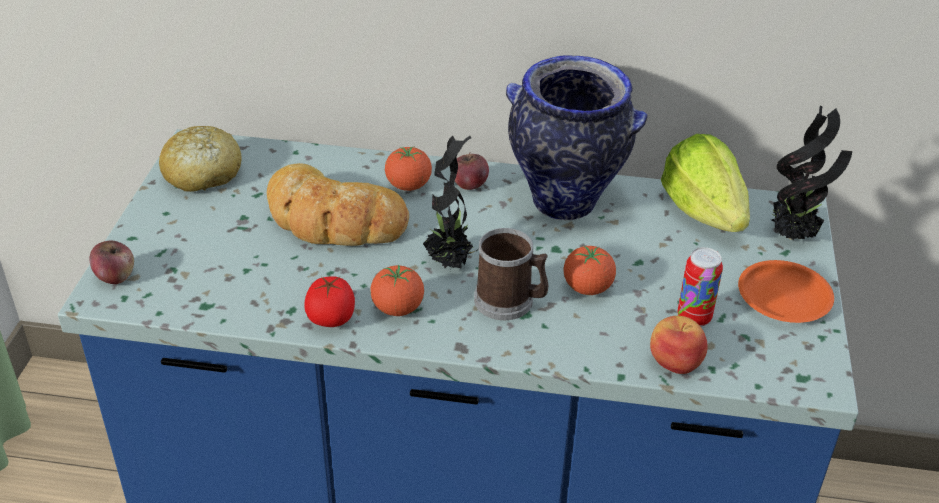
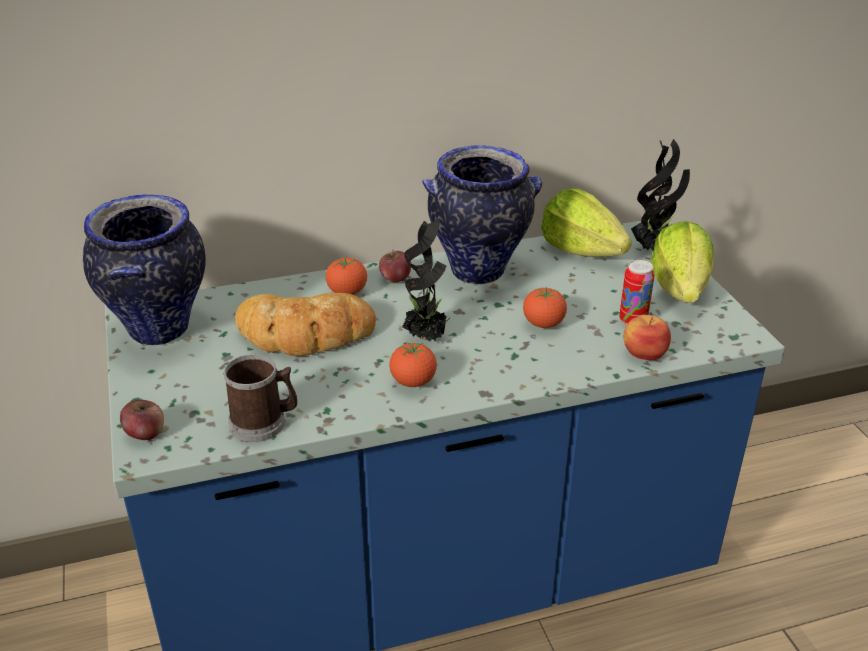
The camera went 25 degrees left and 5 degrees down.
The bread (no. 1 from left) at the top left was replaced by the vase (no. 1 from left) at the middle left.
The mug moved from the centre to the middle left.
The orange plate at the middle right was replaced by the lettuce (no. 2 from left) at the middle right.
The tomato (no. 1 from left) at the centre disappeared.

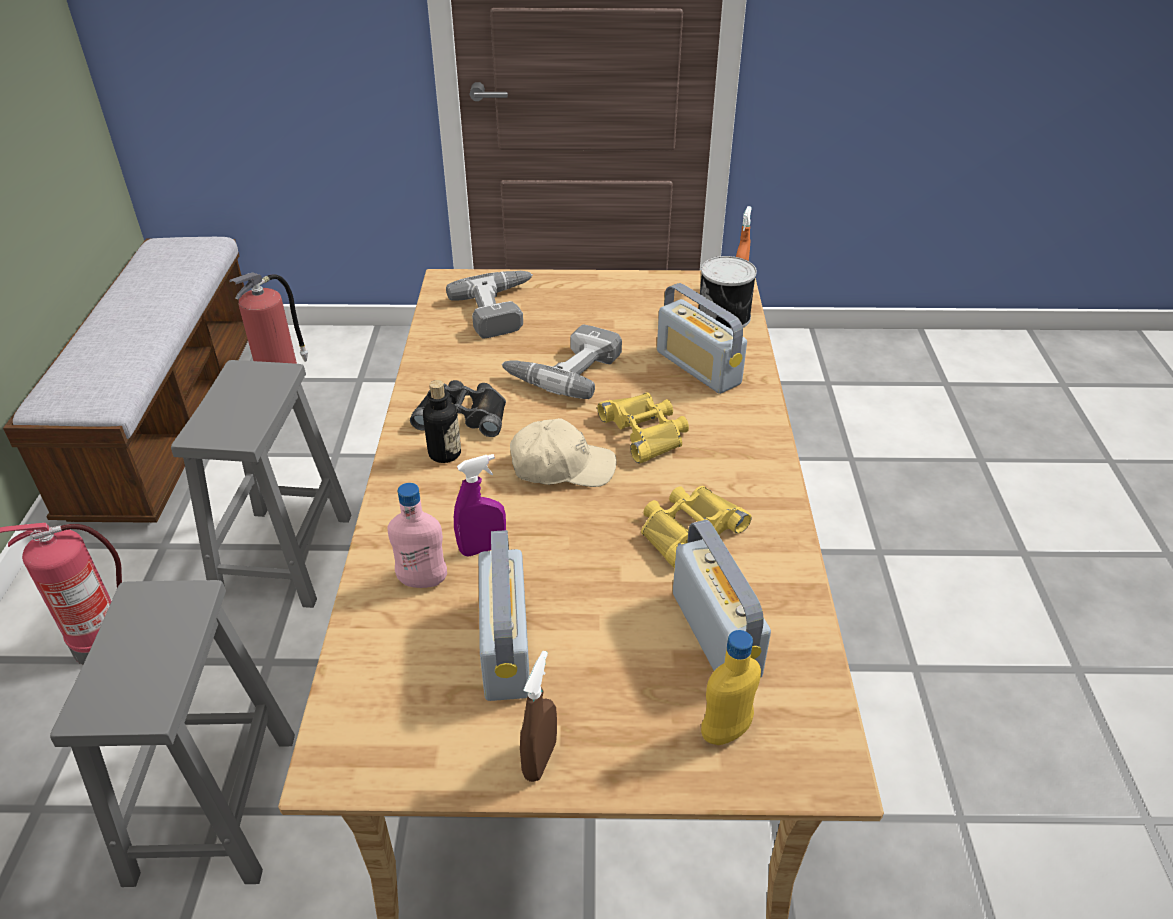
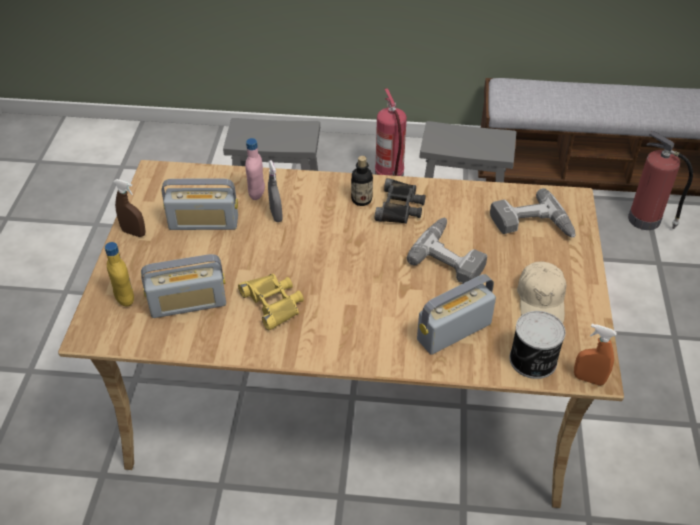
The camera went 95 degrees right and 5 degrees up.
The purple spray bottle at the centre became the grey spray bottle at the centre.
The beige cap moved from the centre to the middle right.
The yellow binoculars (no. 1 from left) at the centre disappeared.

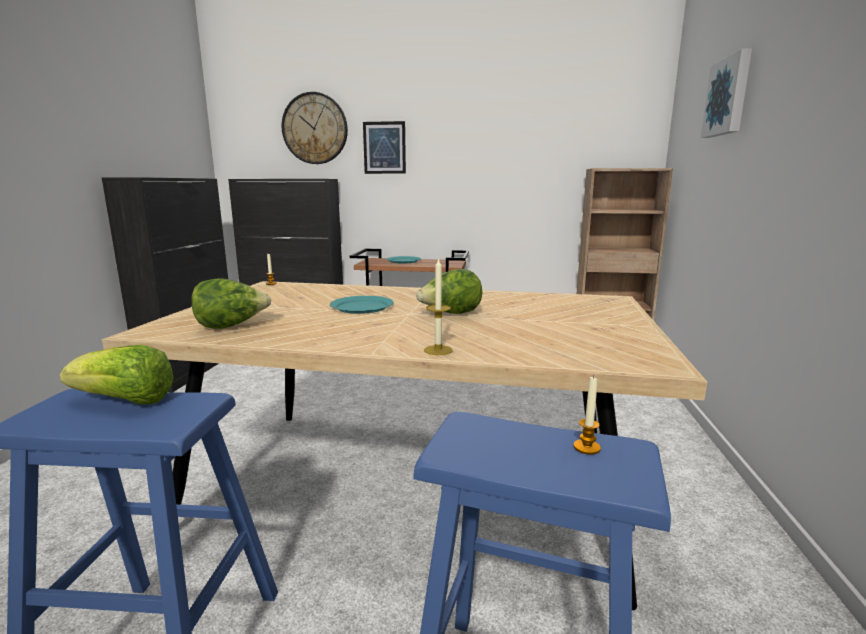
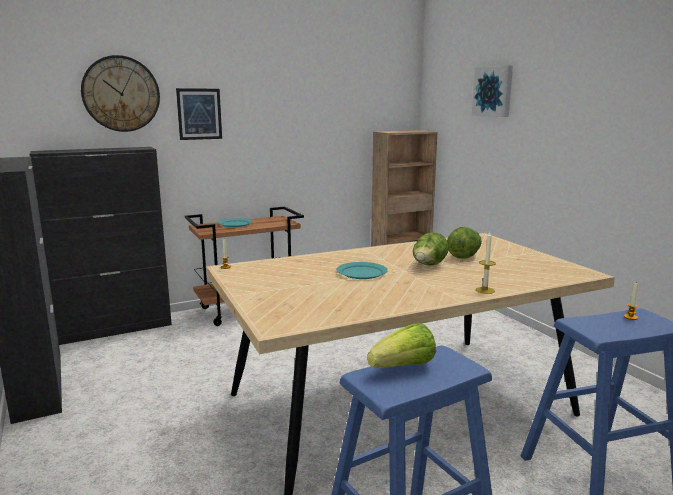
The camera went 35 degrees left and 0 degrees up.
The lettuce (no. 2 from left in the first image) moved from the middle left to the middle right.

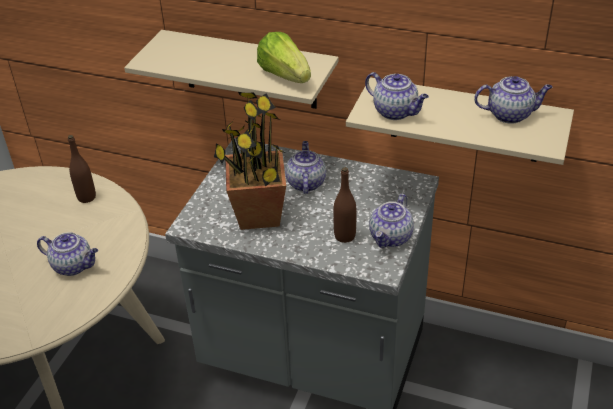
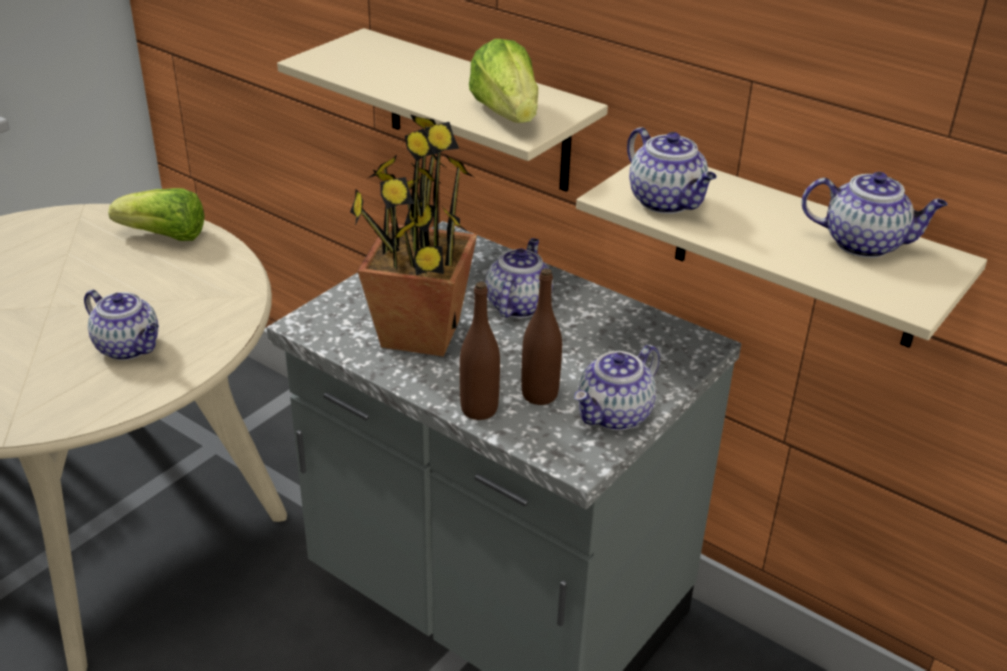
The camera went 15 degrees right and 5 degrees down.
The lettuce (no. 1 from left) at the top left appeared.
The brown bottle (no. 1 from left) moved from the middle left to the centre.

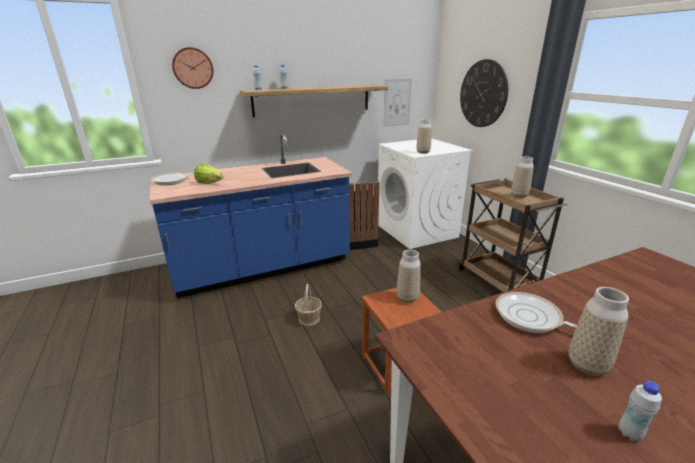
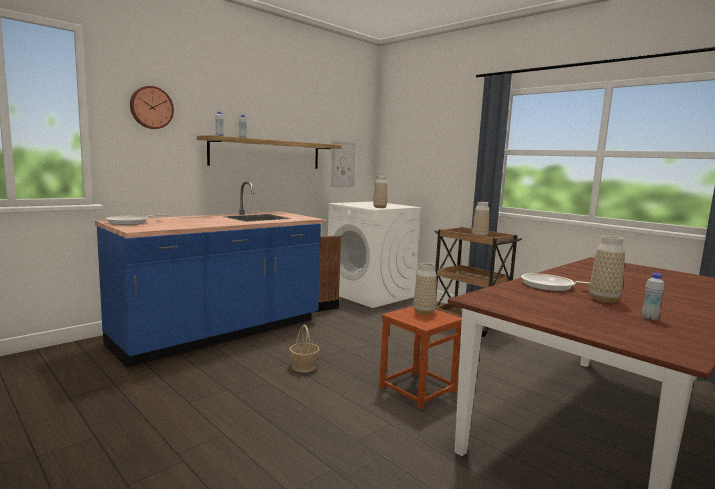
The camera went 20 degrees left and 15 degrees down.
The lettuce at the middle left disappeared.
The wall clock (no. 2 from left) at the top right disappeared.

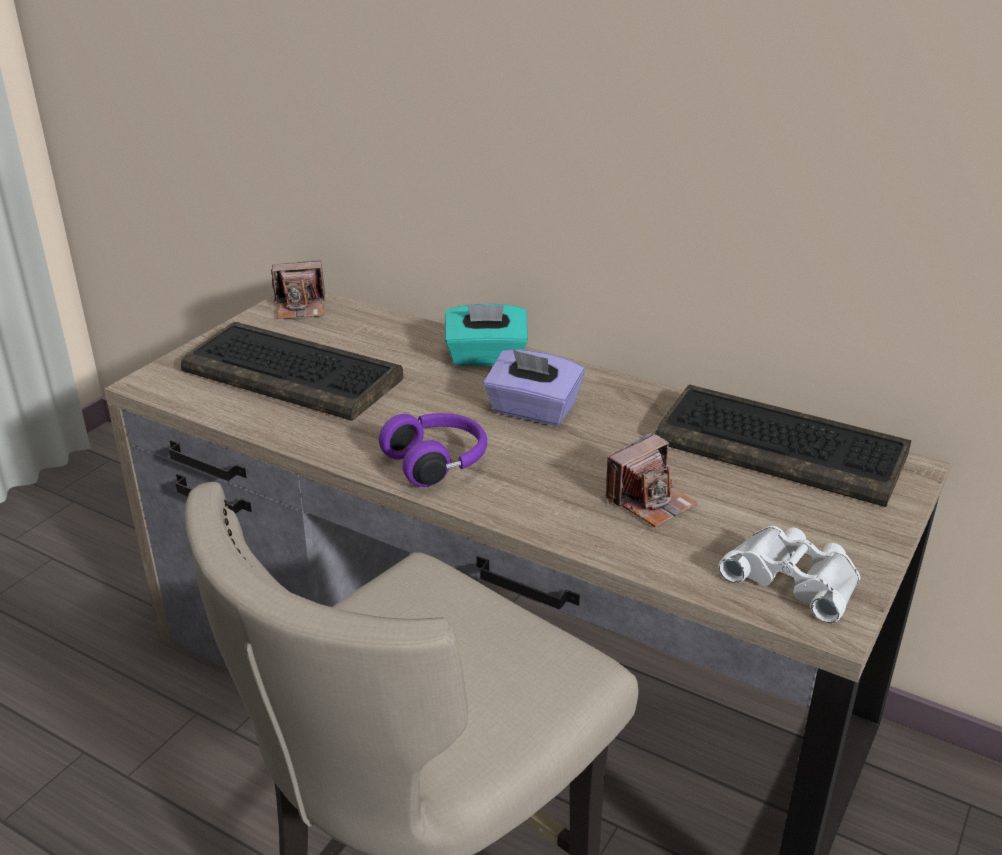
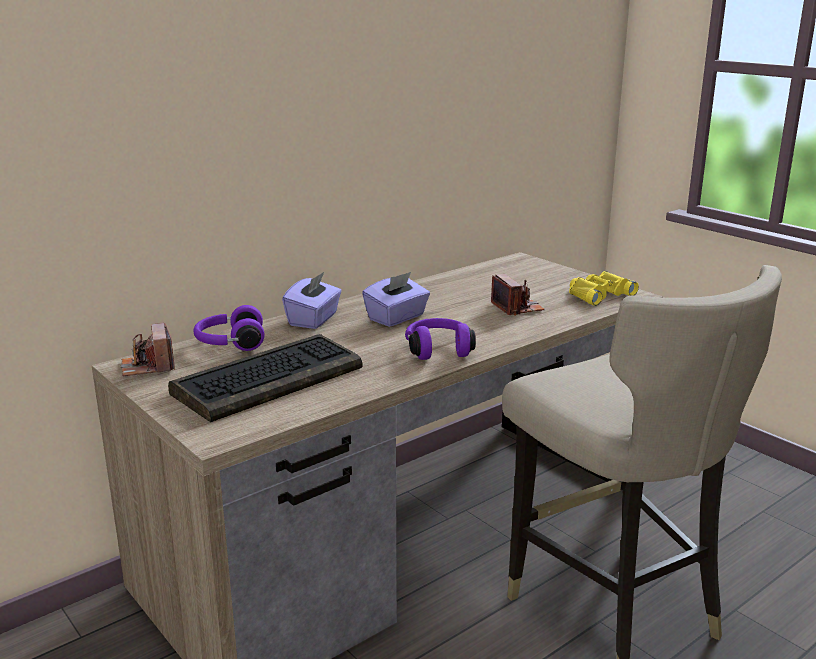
The camera went 70 degrees left and 10 degrees down.
The photo camera (no. 1 from left) at the middle left turned 150 degrees clockwise.
The purple headphones (no. 1 from left) at the middle left appeared.
The turquoise tissue box at the centre became the purple tissue box (no. 1 from left) at the centre.
The white binoculars at the bottom right became the yellow binoculars at the middle right.
The keyboard (no. 2 from left) at the middle right disappeared.

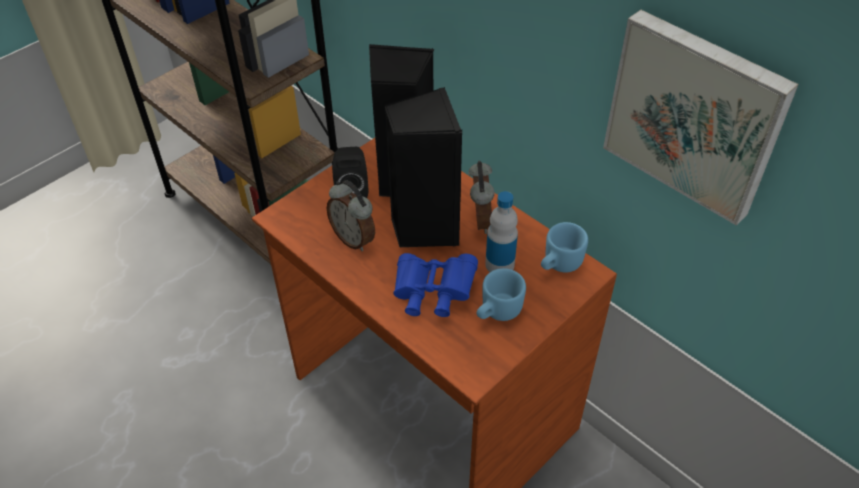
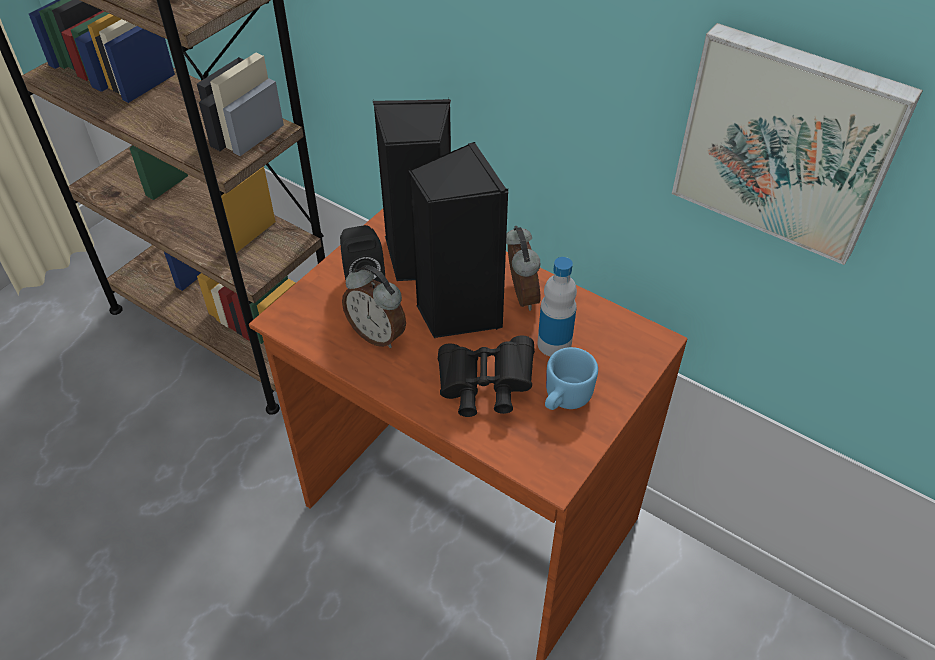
The camera went 10 degrees left and 0 degrees up.
The blue binoculars at the centre became the black binoculars at the centre.
The blue mug (no. 2 from left) at the centre disappeared.

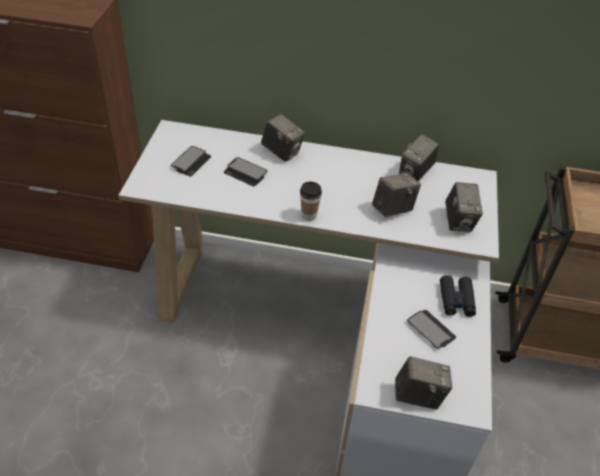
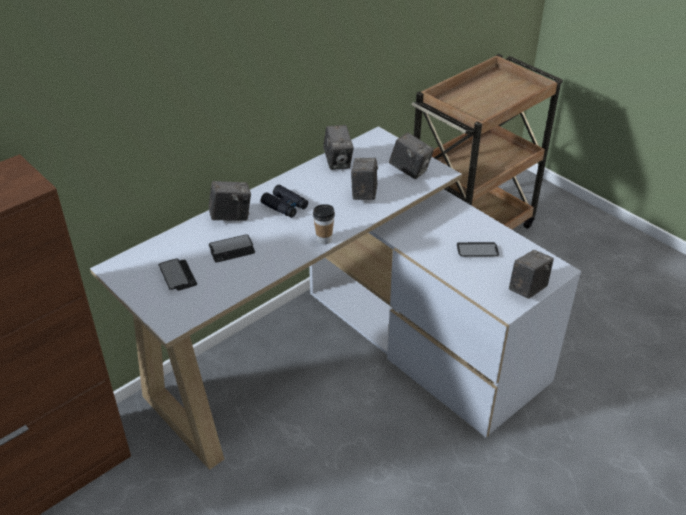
The camera went 50 degrees left and 5 degrees down.
The black binoculars moved from the middle right to the centre.

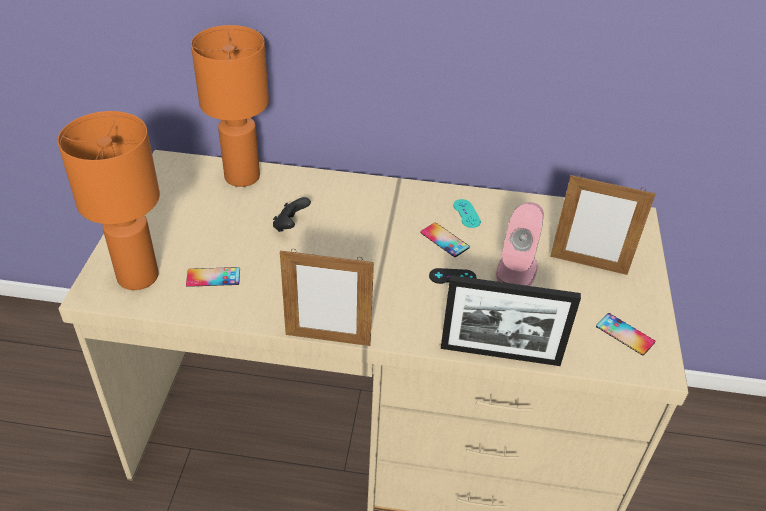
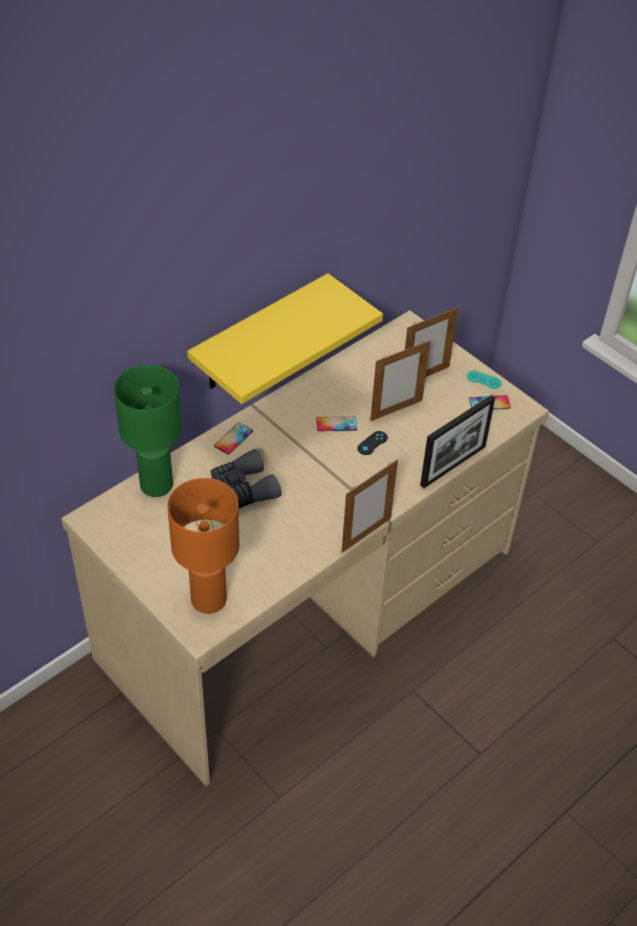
The camera went 50 degrees left and 5 degrees up.
The orange table lamp (no. 2 from left) at the top left became the green table lamp at the middle left.
The yellow shelf at the centre appeared.
The black game controller (no. 1 from left) at the centre was replaced by the grey binoculars at the centre.
The phone (no. 1 from left) moved from the middle left to the centre.
The pink speaker at the middle right was replaced by the picture frame (no. 2 from left) at the centre.
The turquoise game controller moved from the centre to the middle right.

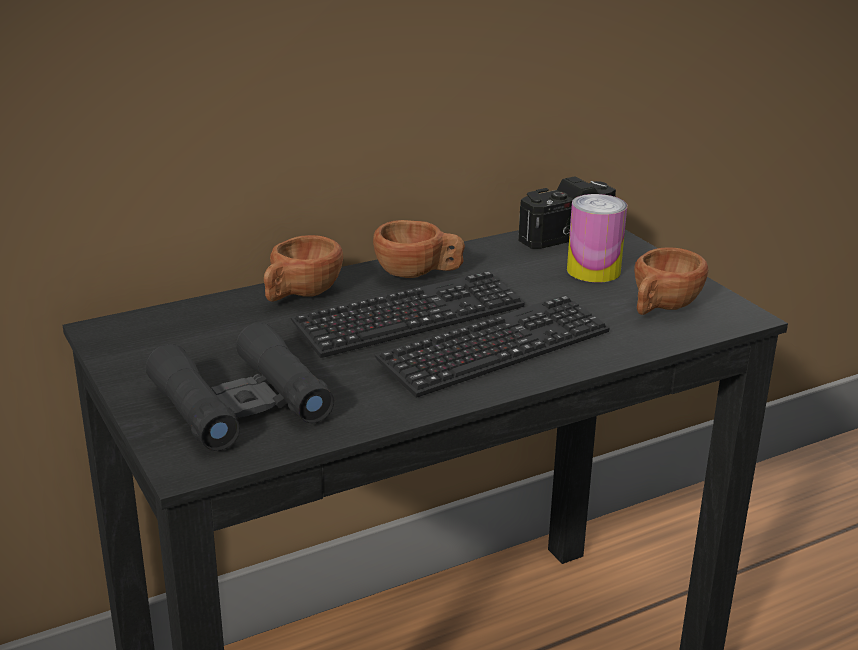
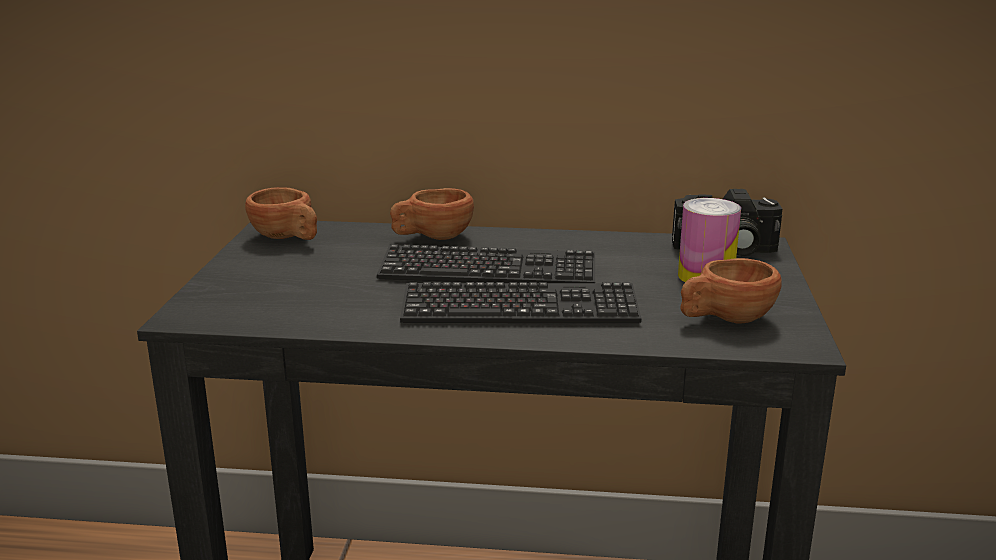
The camera went 35 degrees right and 5 degrees down.
The brown cup (no. 2 from left in the first image) moved from the centre to the middle left.
The black binoculars at the middle left disappeared.

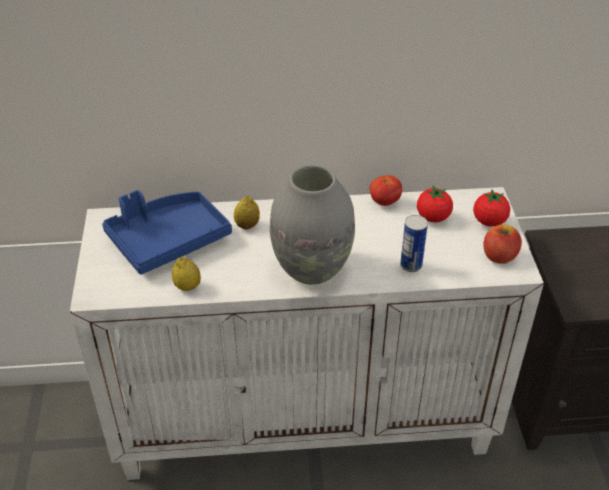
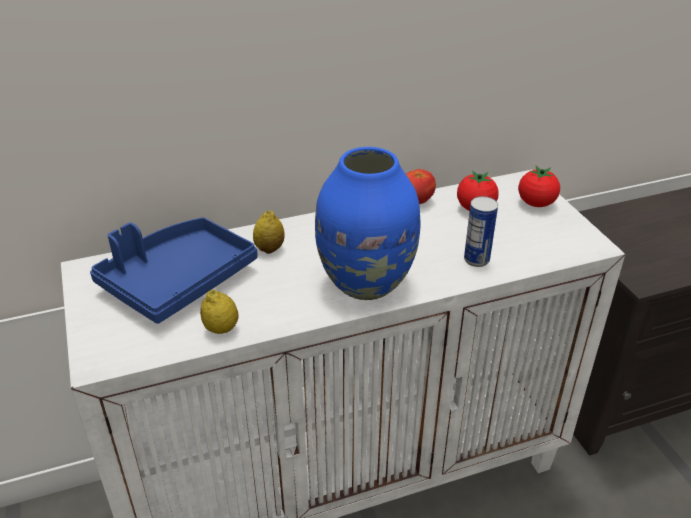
The camera went 15 degrees left and 5 degrees down.
The grey vase at the centre became the blue vase at the centre.
The apple at the middle right disappeared.

